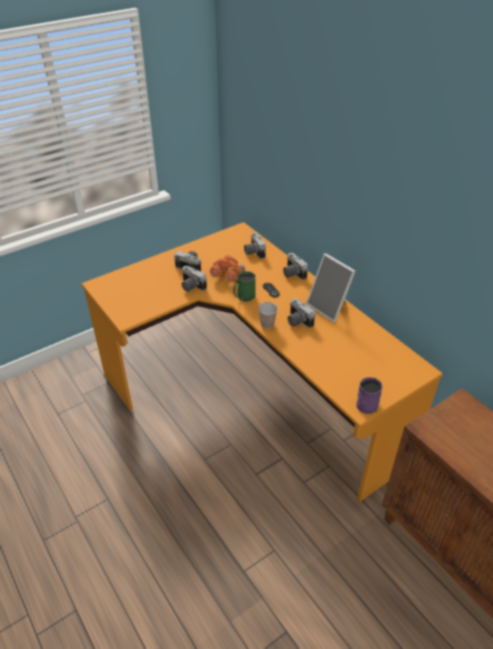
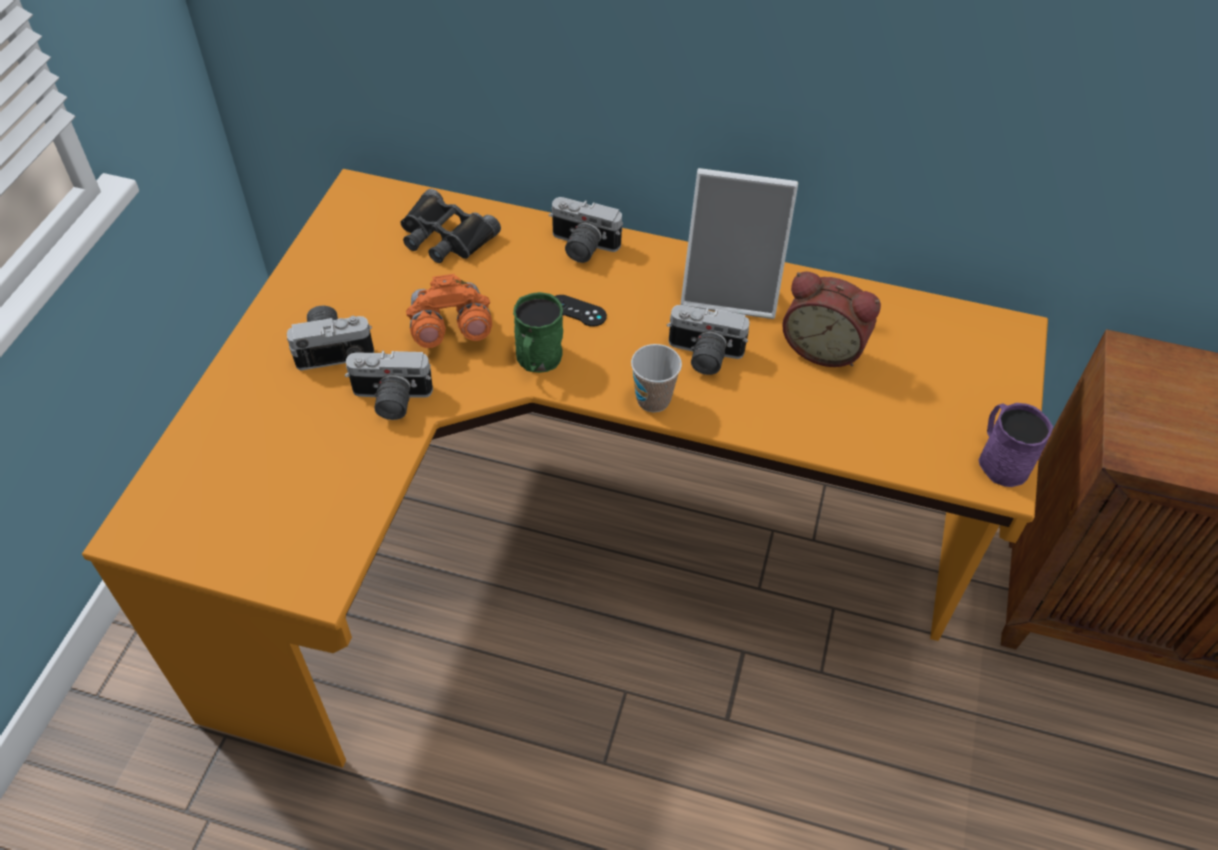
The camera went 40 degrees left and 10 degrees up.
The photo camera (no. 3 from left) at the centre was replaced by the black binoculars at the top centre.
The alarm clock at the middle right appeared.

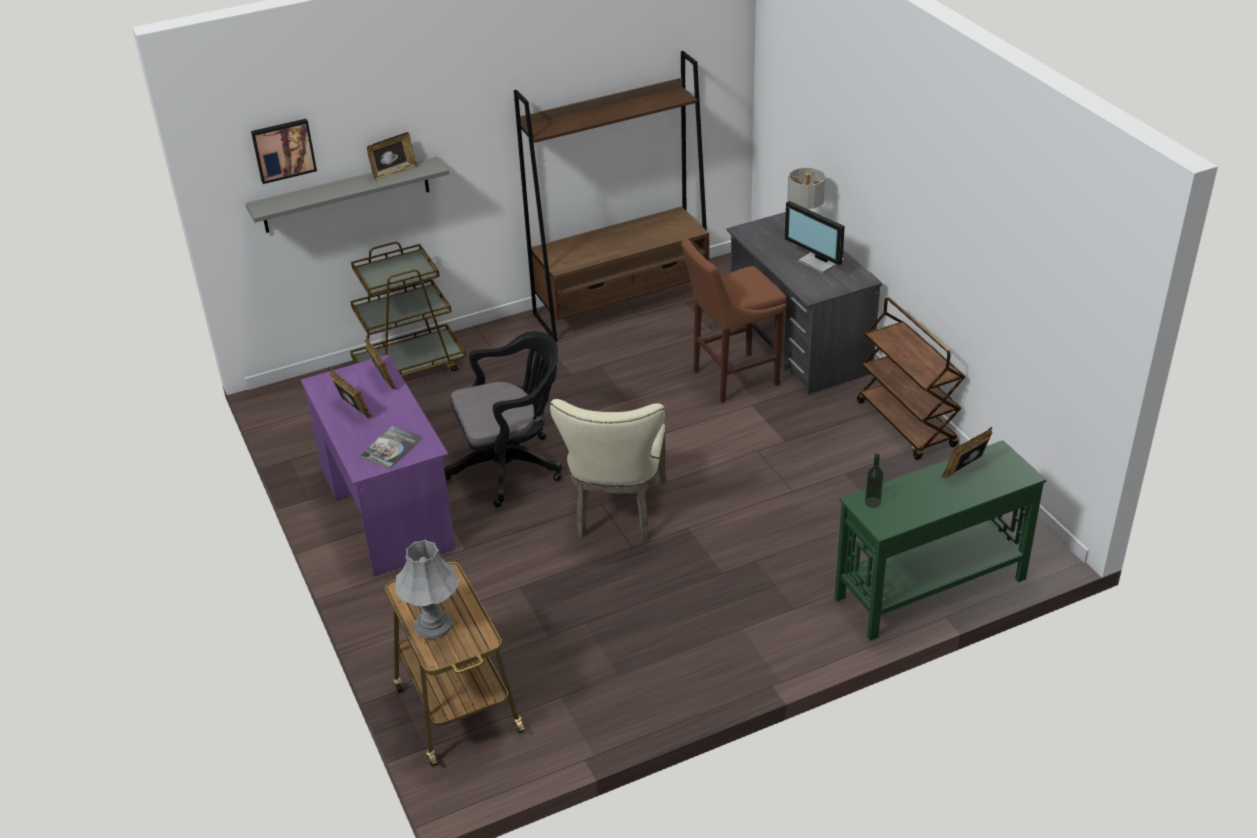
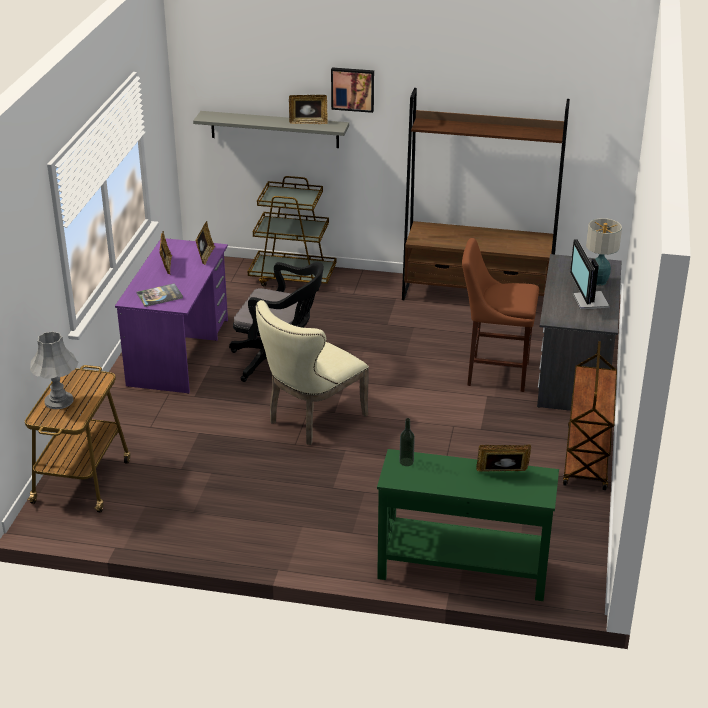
The camera went 35 degrees right and 5 degrees down.
The picture moved from the top left to the top centre.

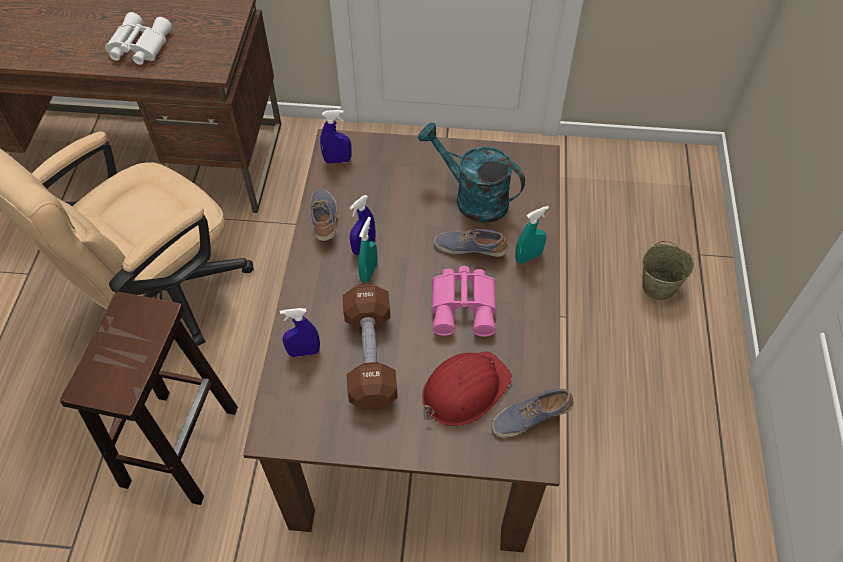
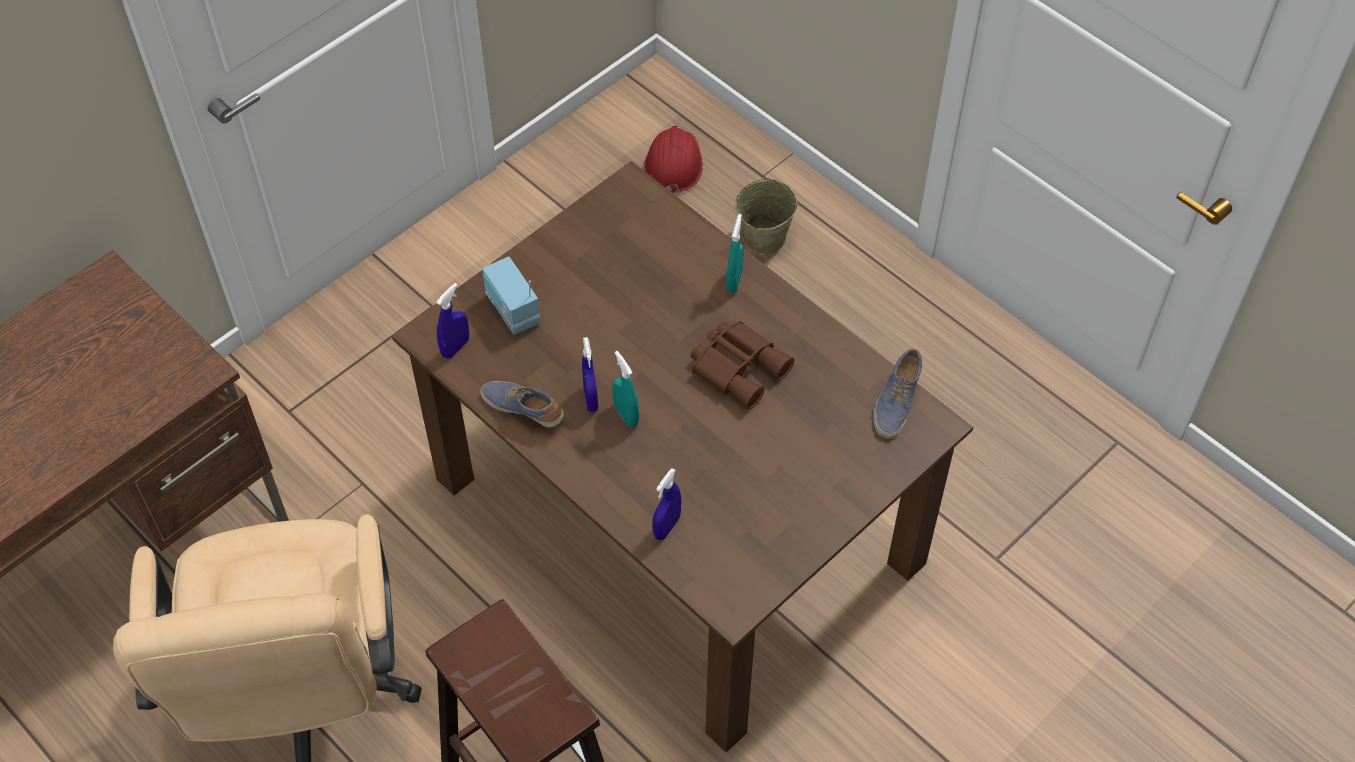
The camera went 50 degrees left and 0 degrees up.
The radio at the centre appeared.
The red hard hat moved from the bottom centre to the top centre.
The pink binoculars at the centre became the brown binoculars at the centre.
The white binoculars at the top left disappeared.
The brown dumbbell at the centre disappeared.
The turquoise watering can at the top centre disappeared.
The shoe (no. 2 from left) at the centre disappeared.

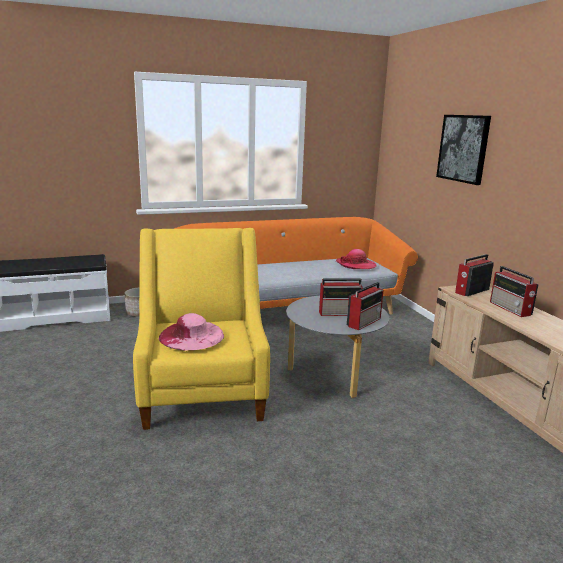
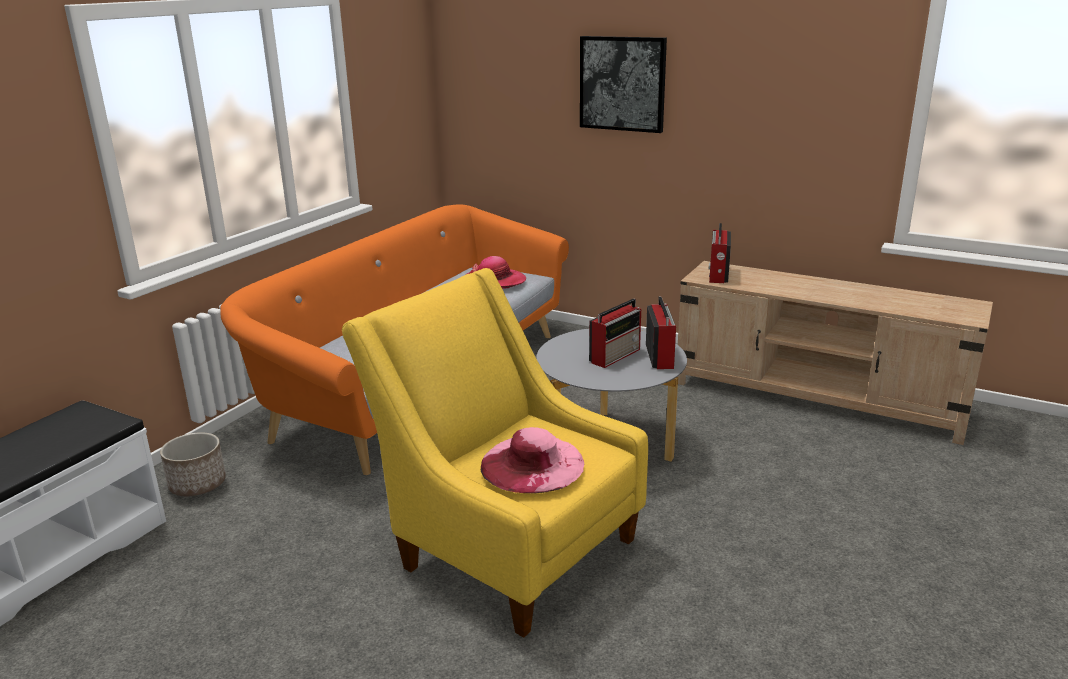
The camera went 40 degrees left and 5 degrees up.
The radio (no. 4 from left) at the middle right disappeared.

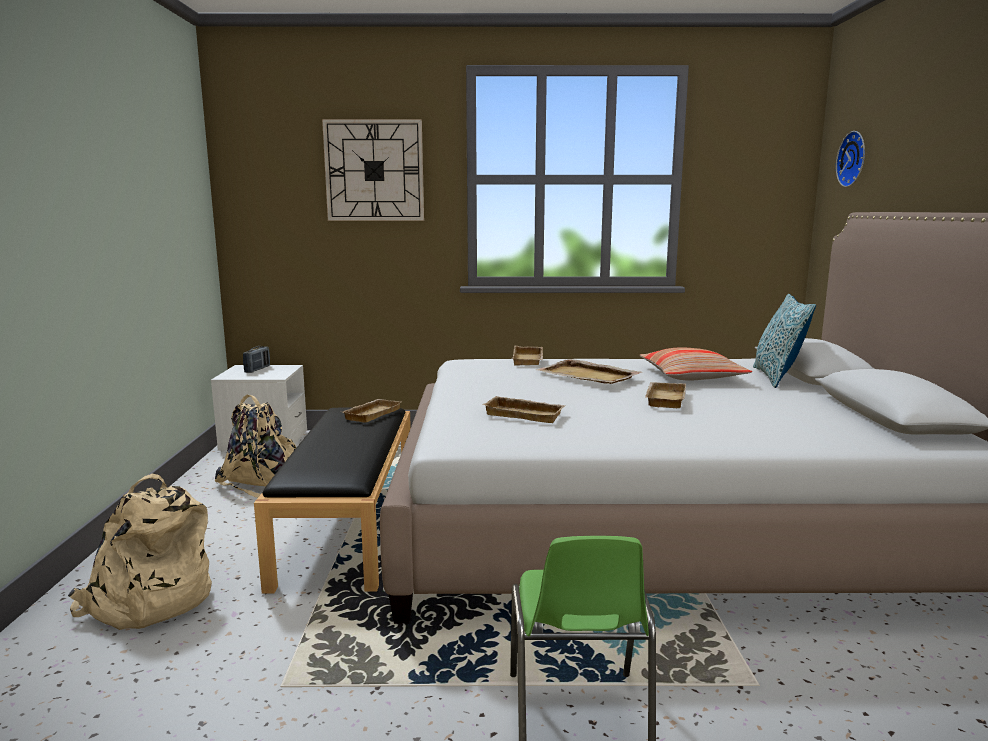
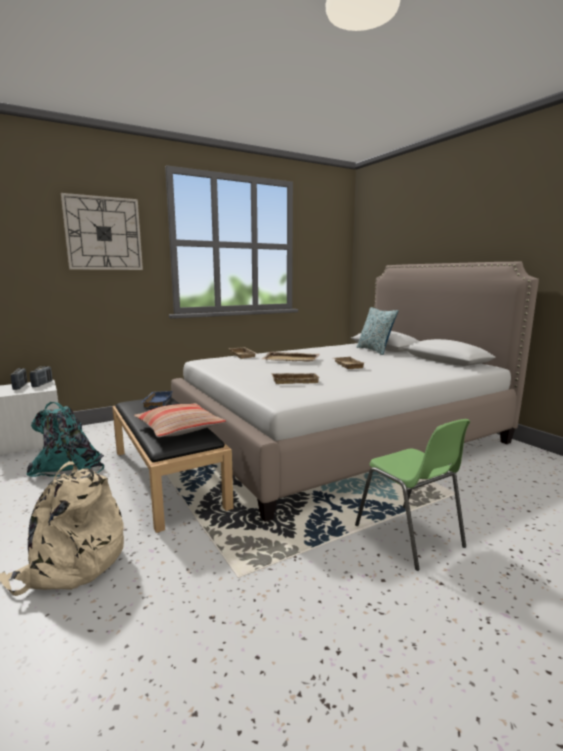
The camera went 30 degrees left and 0 degrees up.
The beige backpack (no. 2 from left) at the middle left became the turquoise backpack at the middle left.
The radio (no. 2 from left) at the middle left appeared.
The pillow (no. 1 from left) moved from the middle right to the middle left.
The beige tray (no. 1 from left) at the centre became the blue tray at the middle left.
The wall clock (no. 2 from left) at the top right disappeared.

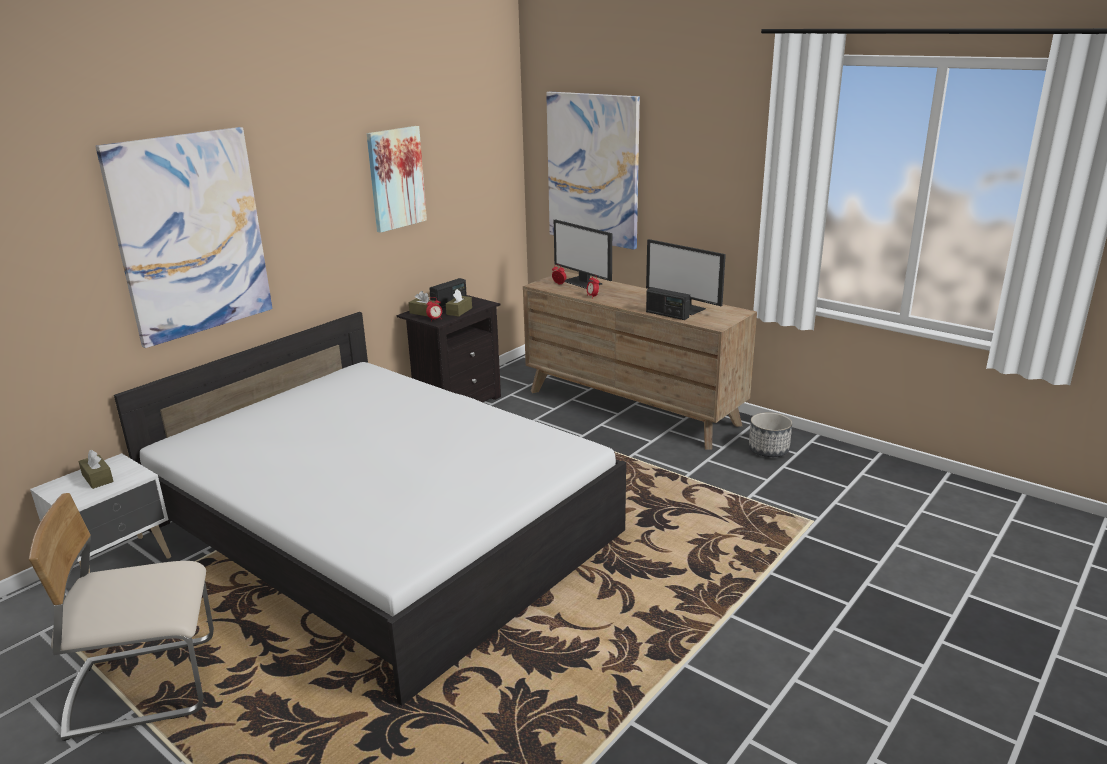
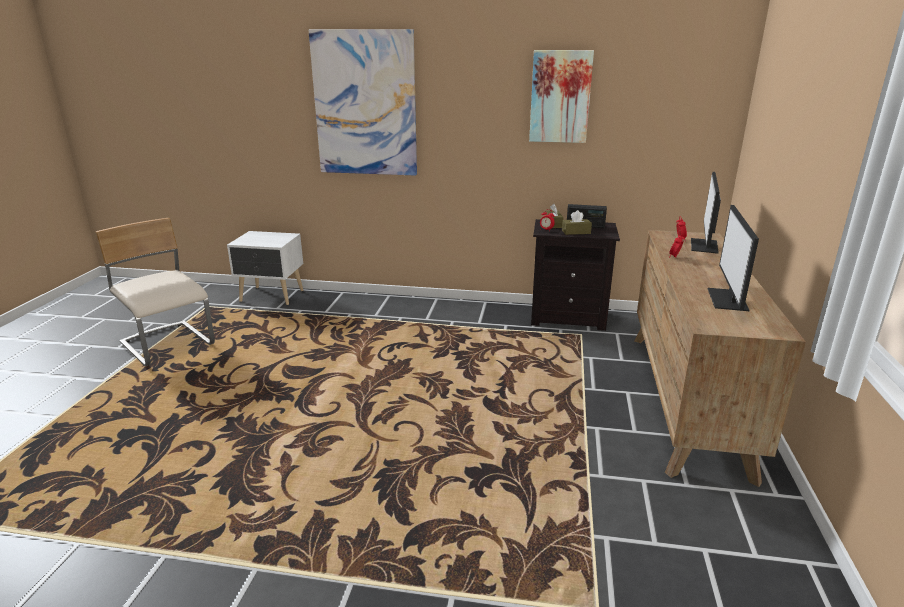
The camera went 60 degrees right and 0 degrees up.
The brown tissue box (no. 1 from left) at the middle left disappeared.
The white bed at the centre disappeared.
The picture (no. 3 from left) at the top centre disappeared.
The radio (no. 2 from left) at the centre disappeared.
The planter at the middle right disappeared.

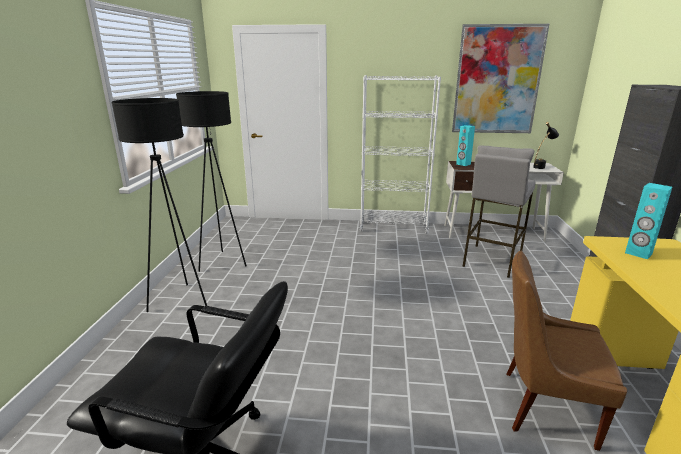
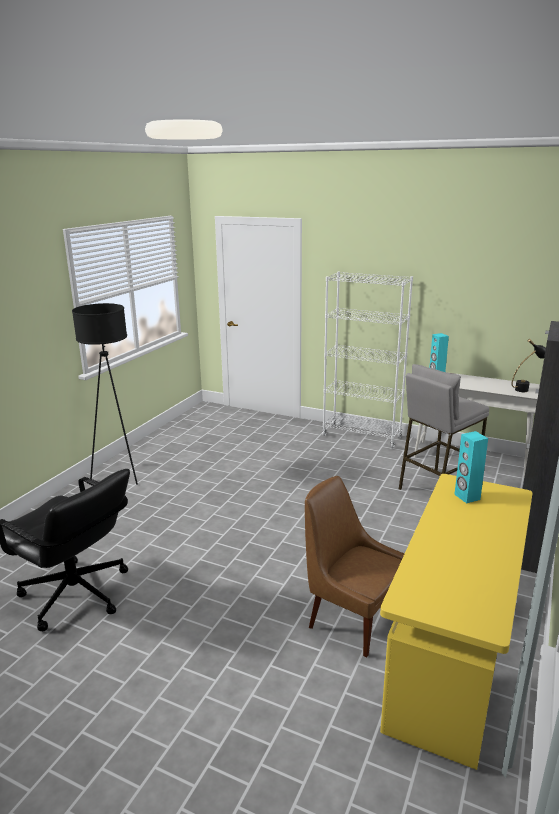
The camera went 20 degrees right and 0 degrees up.
The black floor lamp (no. 2 from left) at the middle left disappeared.
The picture at the top right disappeared.

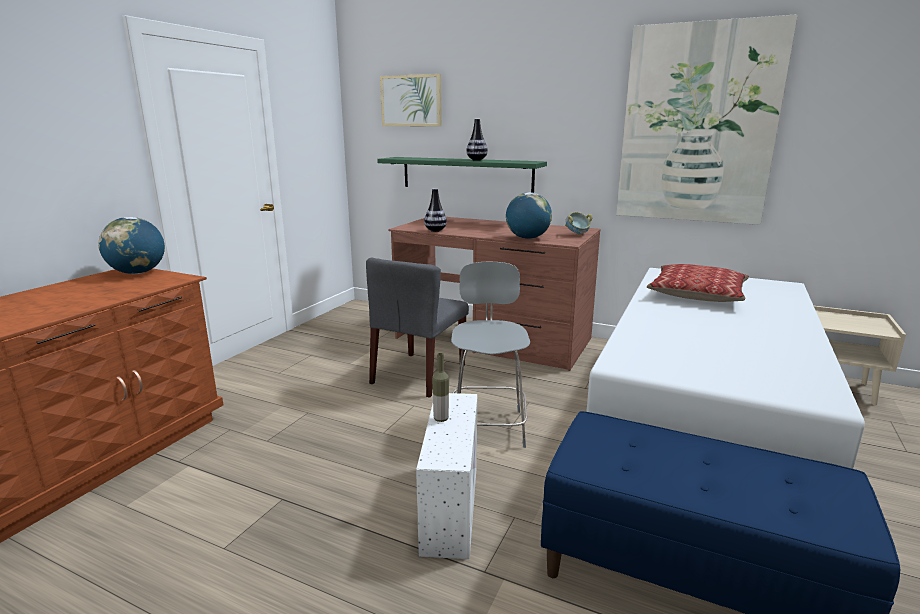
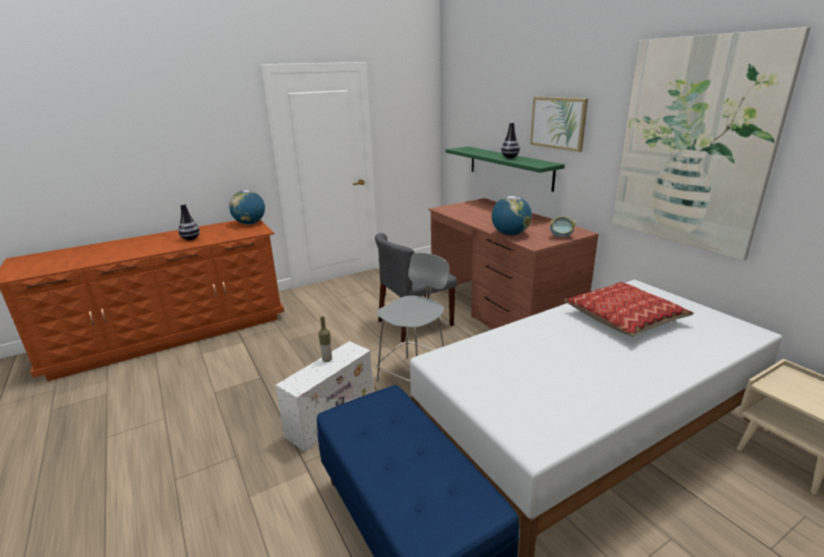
The camera went 35 degrees right and 5 degrees up.
The vase (no. 1 from left) moved from the centre to the middle left.
The picture (no. 1 from left) moved from the top centre to the top right.

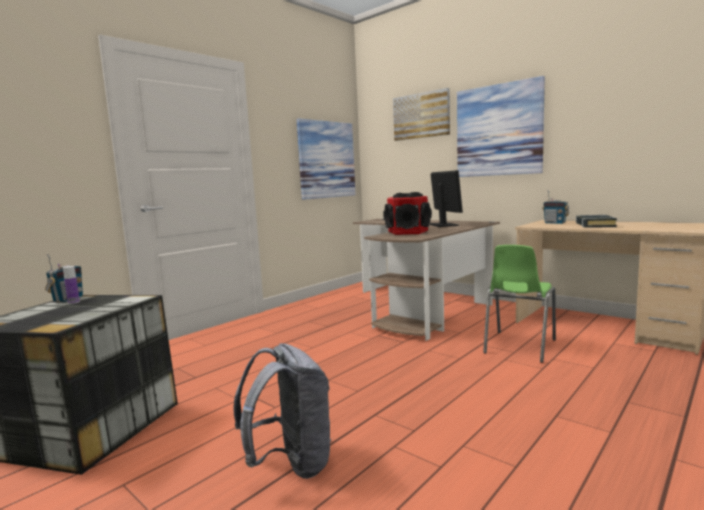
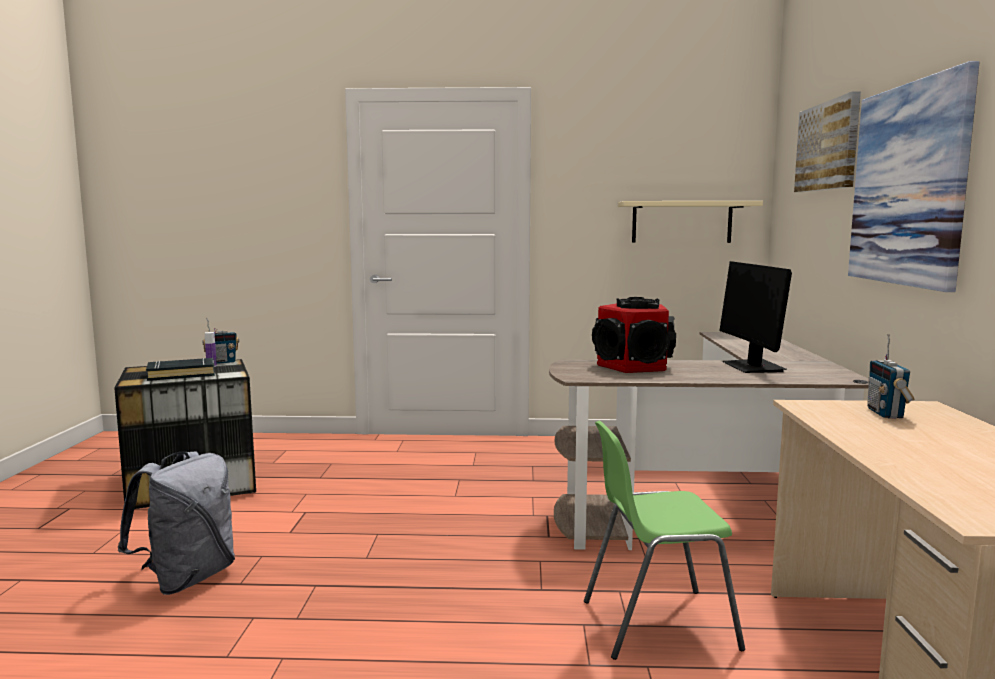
The camera went 50 degrees right and 0 degrees up.
The black book moved from the middle right to the middle left.
The picture (no. 1 from left) at the top centre was replaced by the beige shelf at the top right.
The monitor at the centre turned 135 degrees clockwise.

